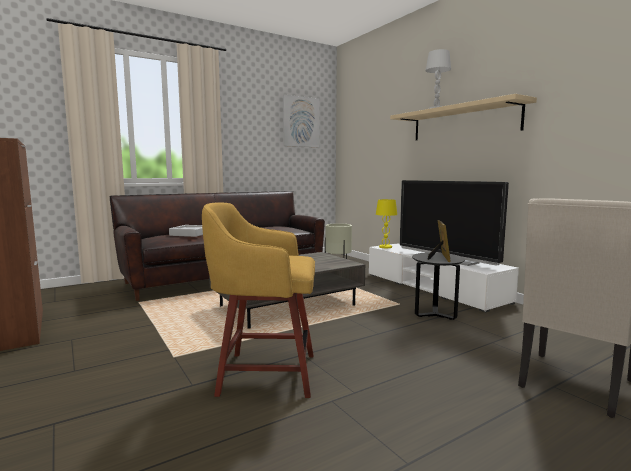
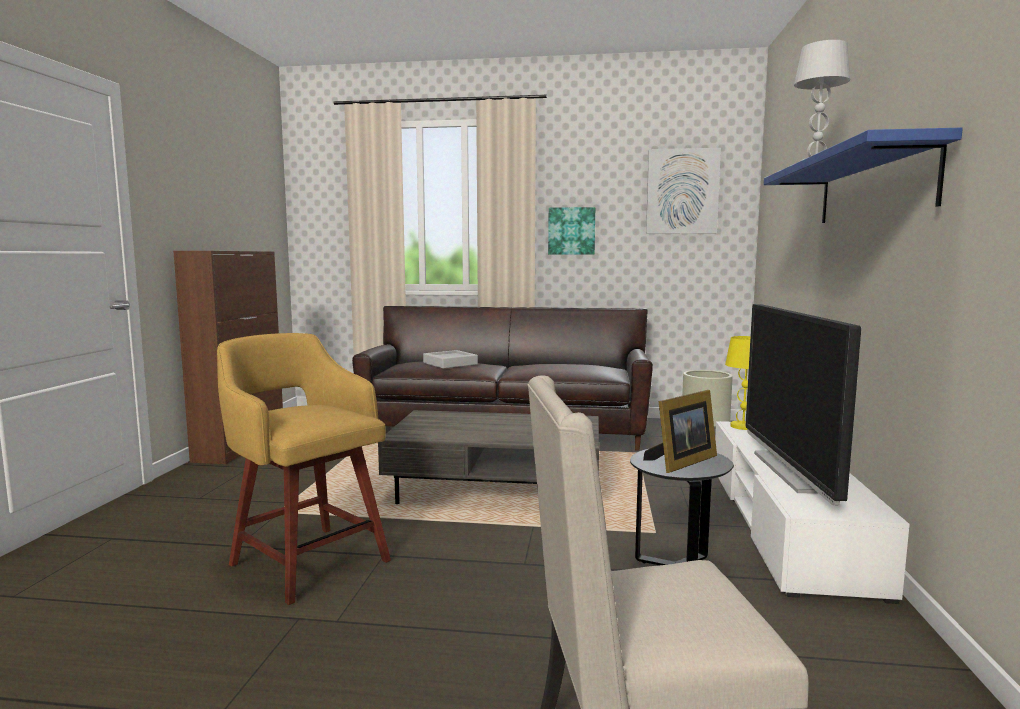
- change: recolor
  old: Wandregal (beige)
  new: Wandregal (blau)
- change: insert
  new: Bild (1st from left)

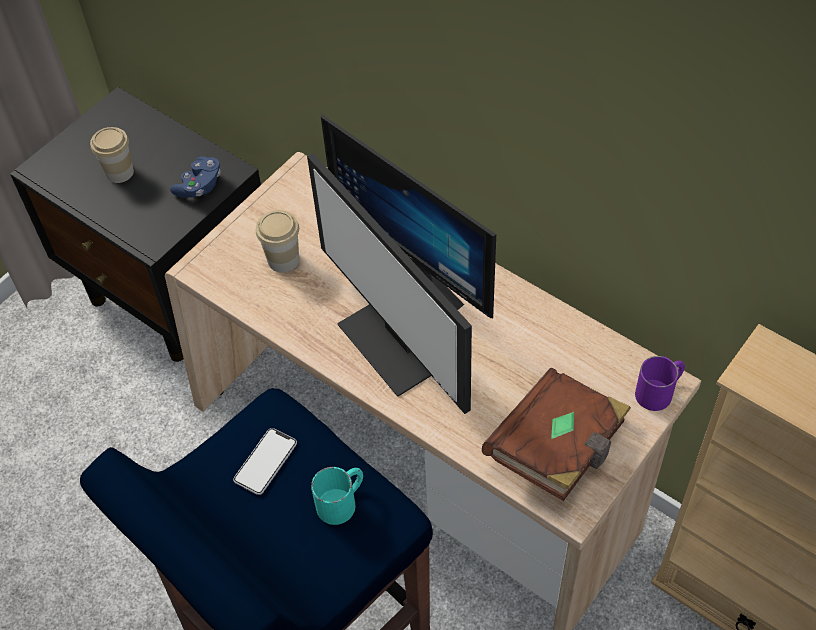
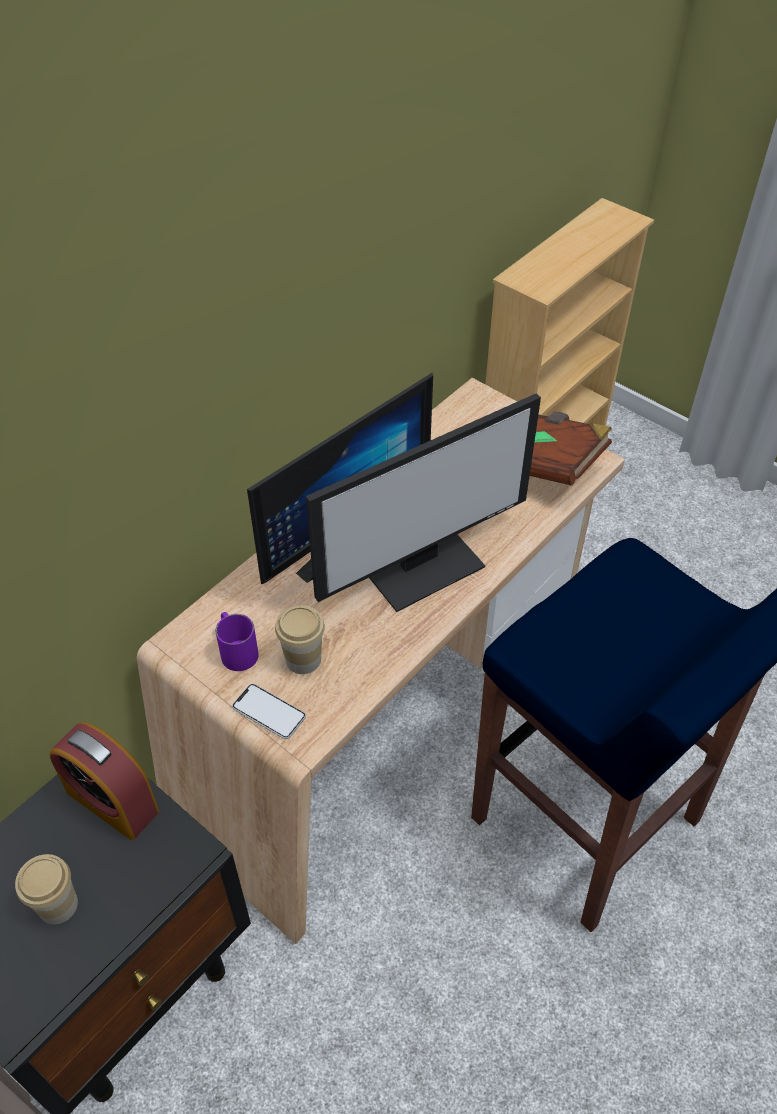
- change: replace
  old: Gamepad (blau)
  new: Wecker
- change: move
  old: Henkelbecher (lila)
- change: move
  old: Handy
- change: delete
  old: Henkelbecher (türkis)

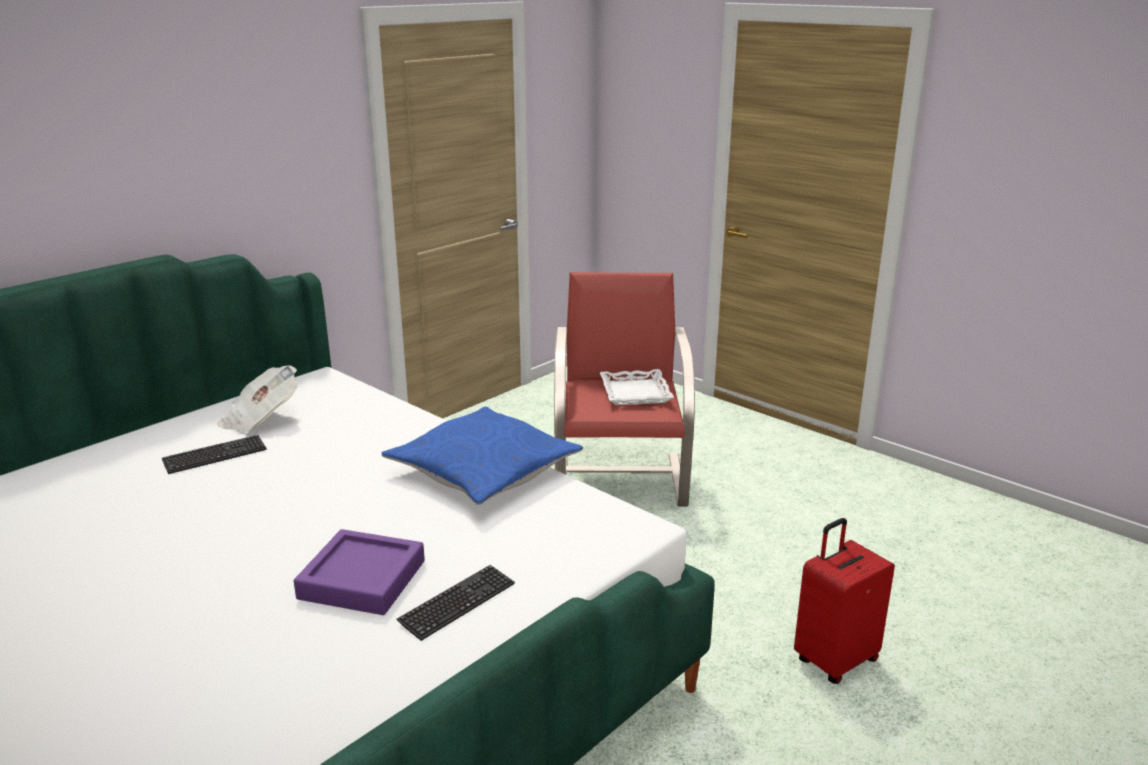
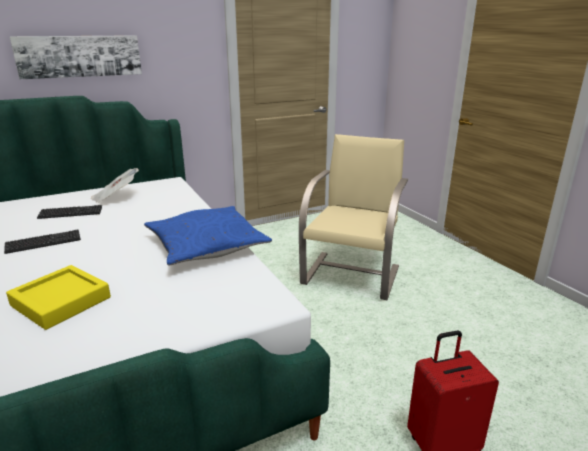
- change: recolor
  old: Sessel (rot)
  new: Sessel (beige)
- change: delete
  old: Tablett (weiß)
- change: recolor
  old: Tablett (lila)
  new: Tablett (gelb)
- change: move
  old: Tastatur (2nd from left in the first image)
  new: Tastatur (1st from left)
- change: insert
  new: Bild

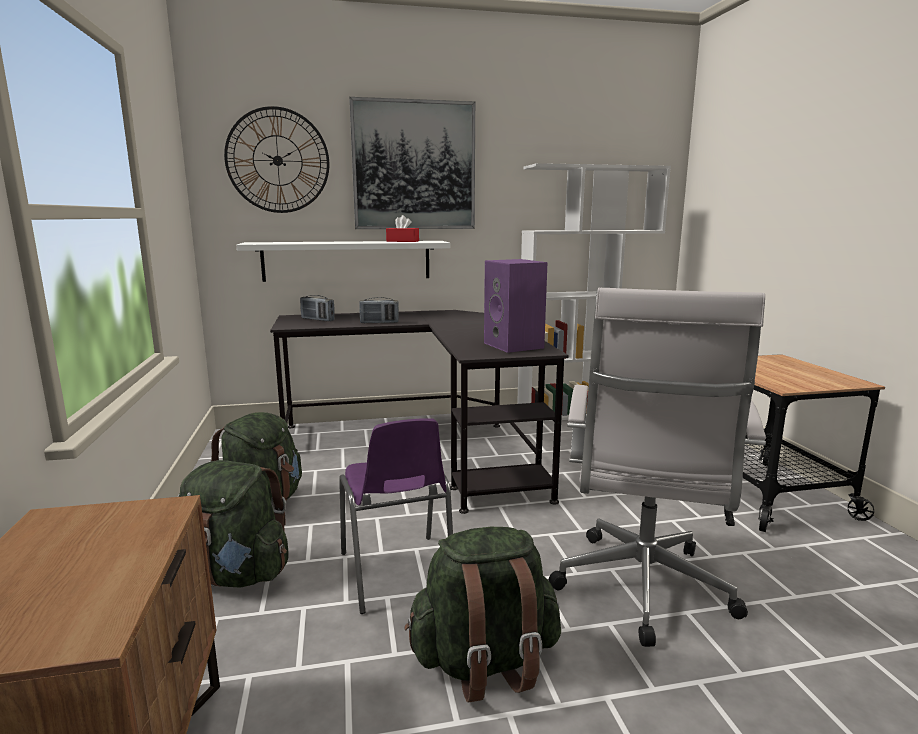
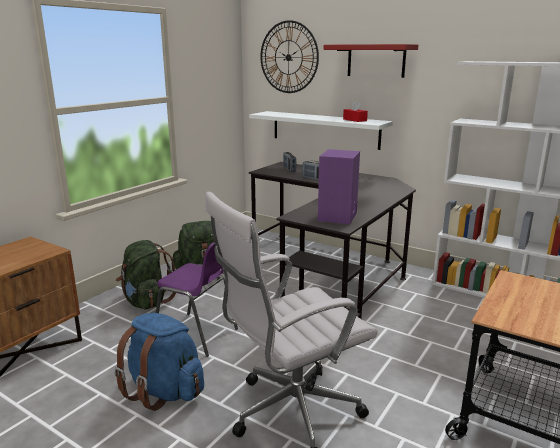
- change: replace
  old: Bild
  new: Wandregal (rot)
- change: rotate
  old: Stuhl (lila)
  degrees: -90
- change: recolor
  old: Rucksack (grün) (3rd from left)
  new: Rucksack (blau)

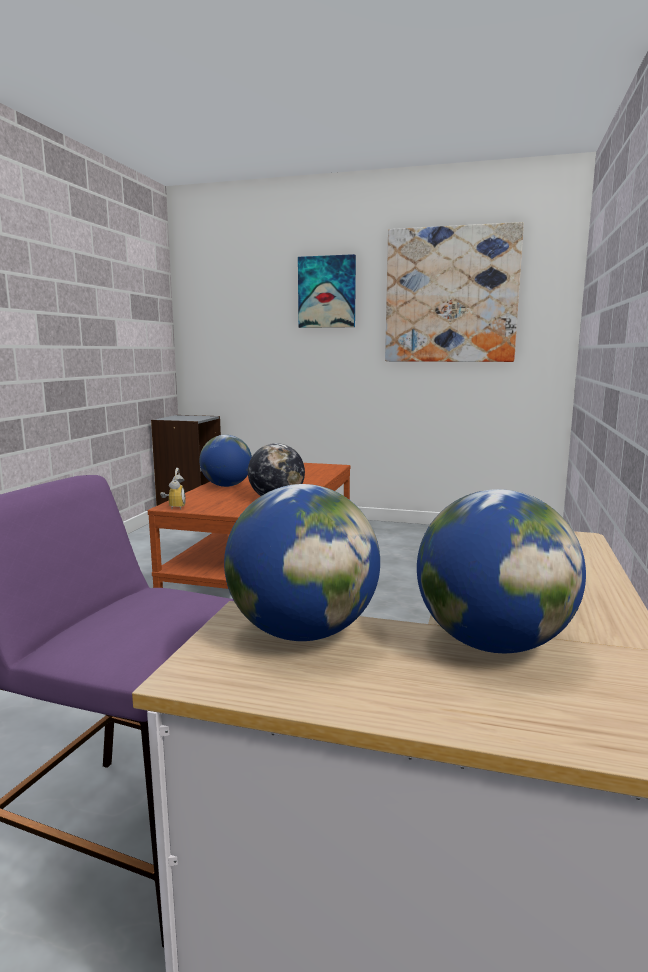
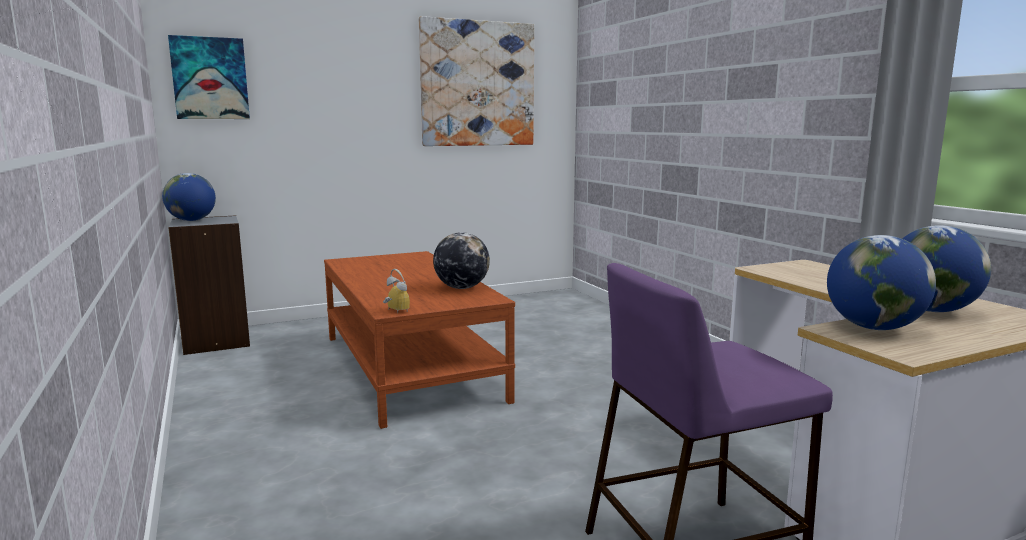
- change: move
  old: Bild (1st from left)
- change: move
  old: Globus (1st from left)

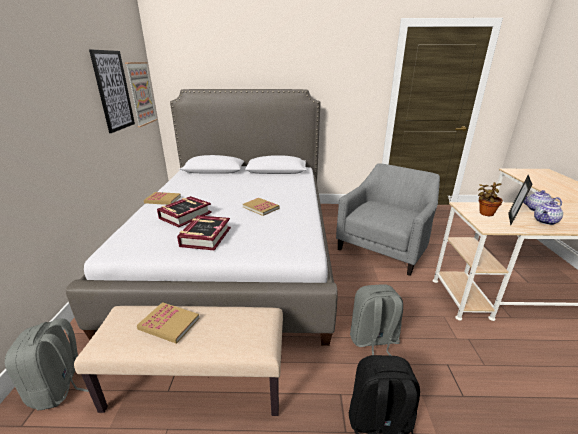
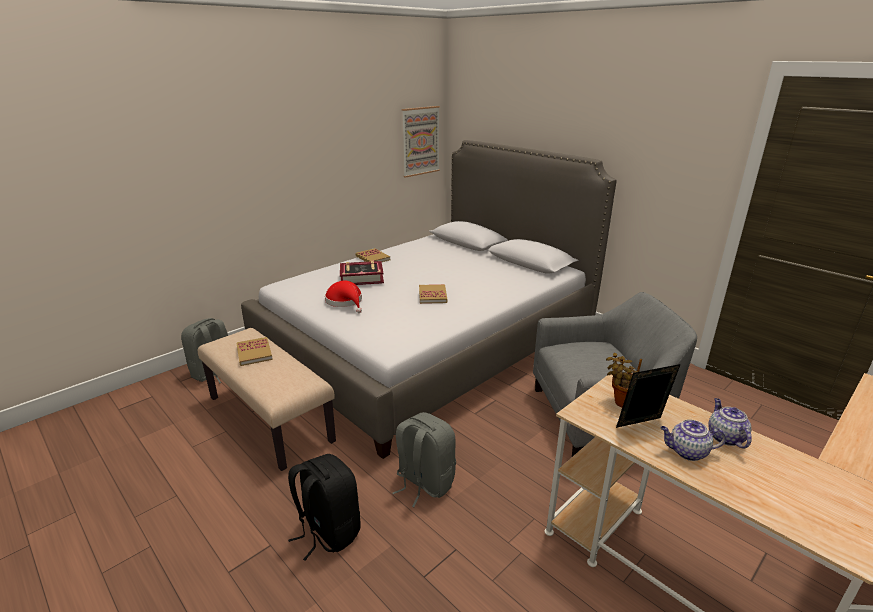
- change: delete
  old: Bild (1st from left)
- change: replace
  old: Buch (4th from left)
  new: Hut (rot)

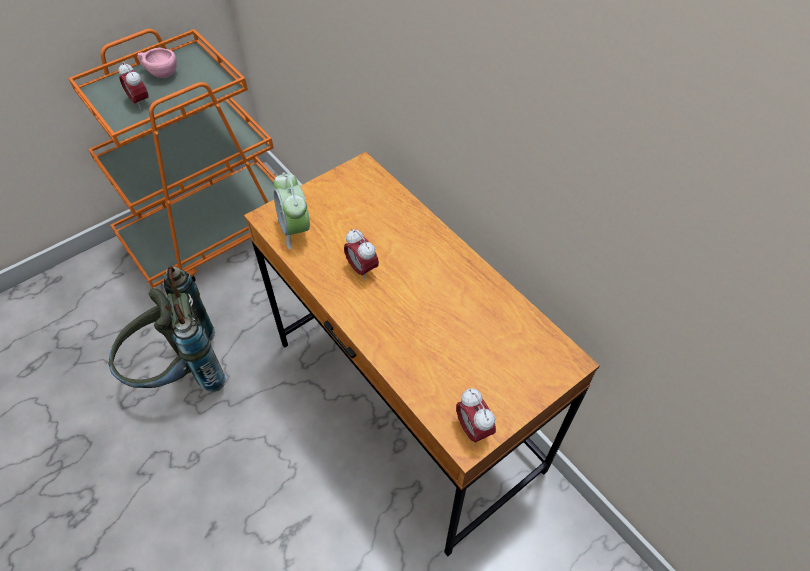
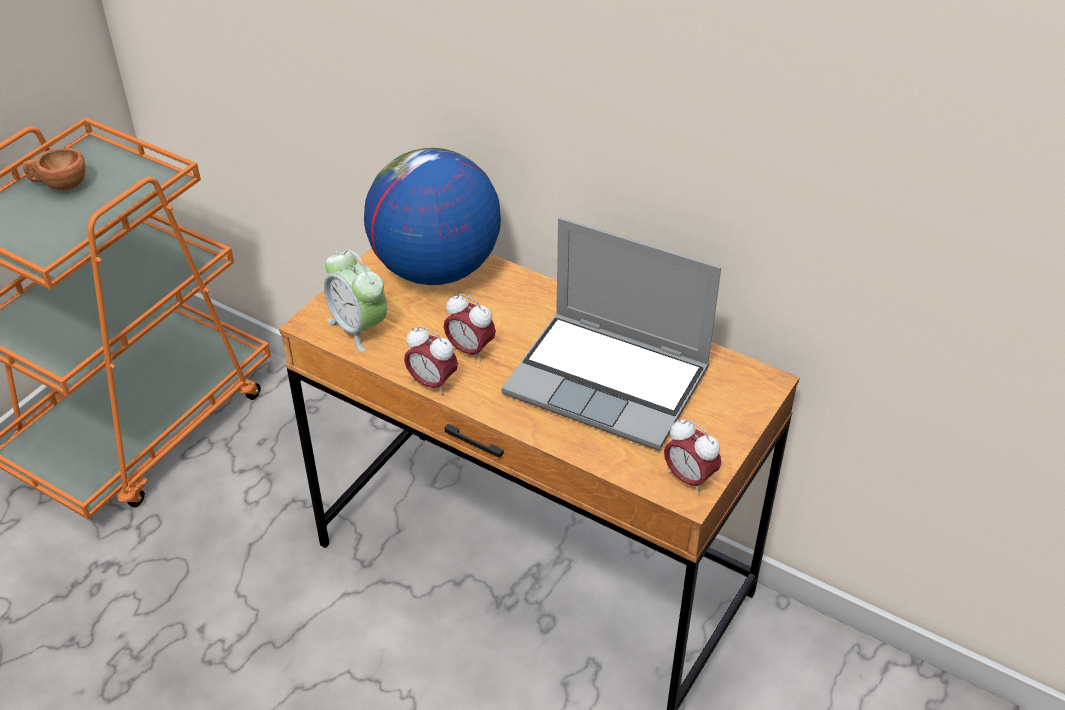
- change: recolor
  old: Tasse (rosa)
  new: Tasse (braun)
- change: move
  old: Wecker (1st from left in the first image)
  new: Wecker (2nd from left)
- change: delete
  old: Rucksack (grau)
- change: insert
  new: Globus
- change: insert
  new: Laptop

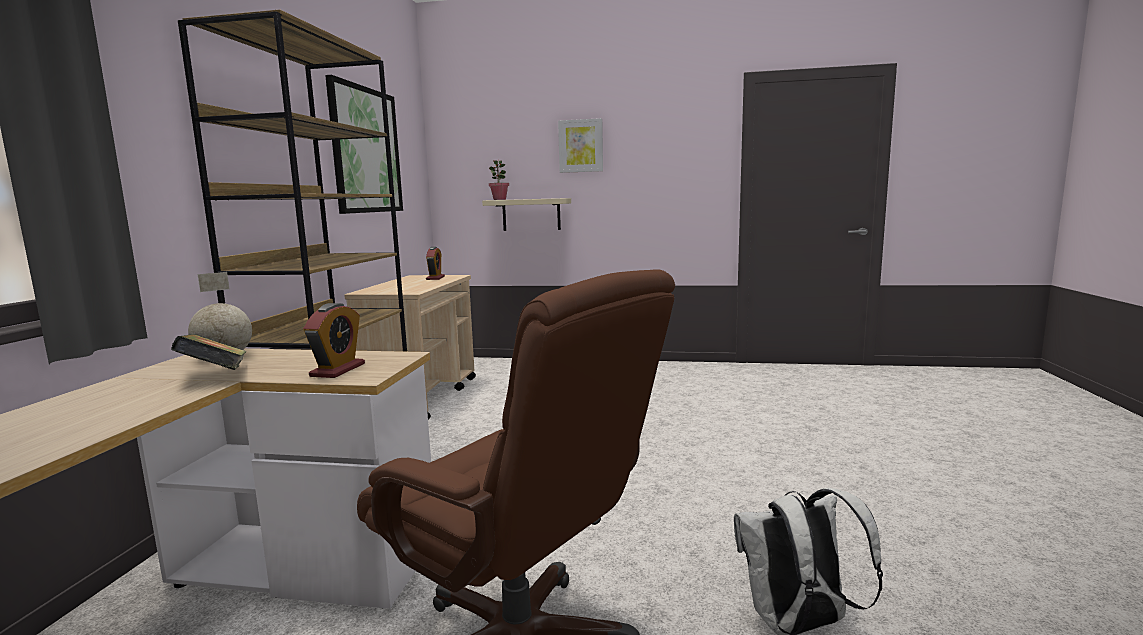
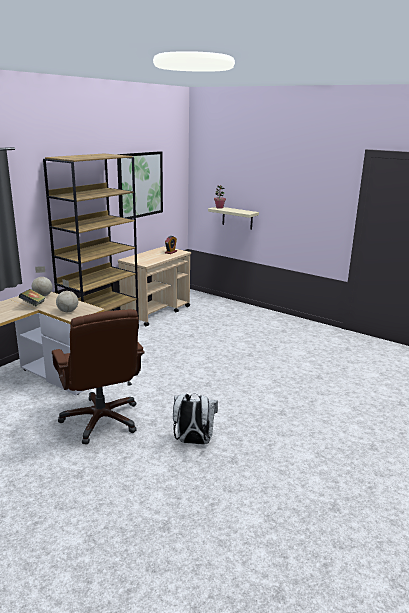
- change: delete
  old: Bild (2nd from left)
- change: replace
  old: Wecker (1st from left)
  new: Globus (2nd from left)

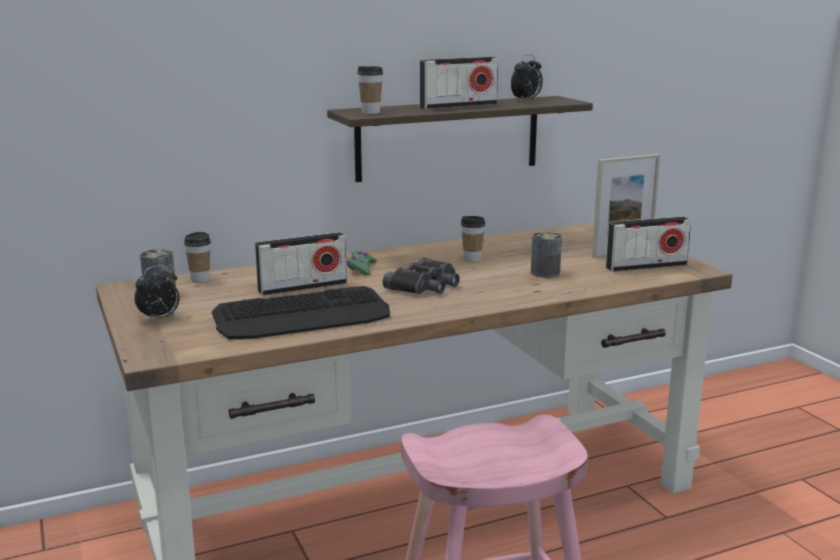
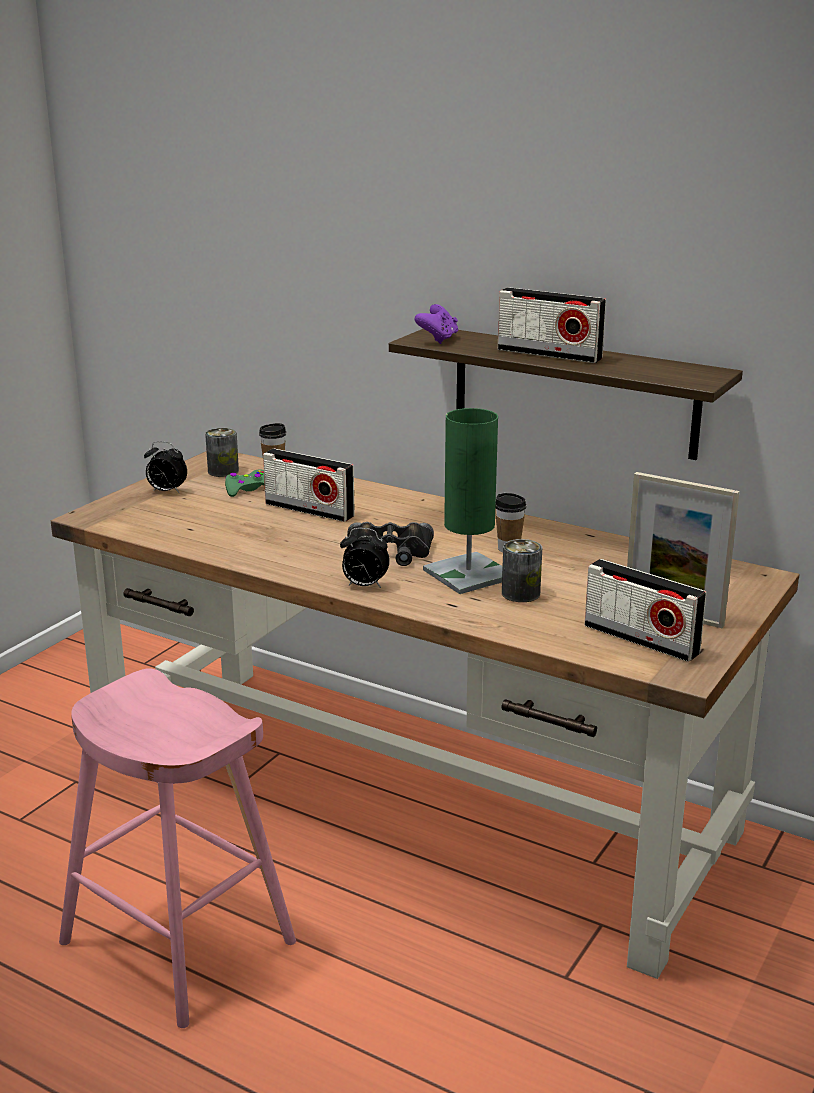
- change: move
  old: Wecker (2nd from left)
- change: replace
  old: Tasse (2nd from left)
  new: Gamepad (lila)
- change: move
  old: Gamepad (grün)
- change: delete
  old: Tastatur
- change: insert
  new: Tischlampe (grün)

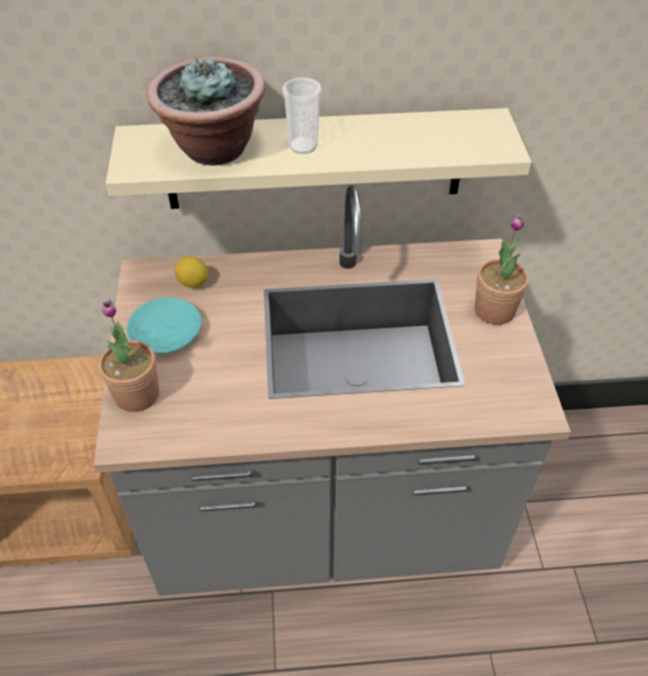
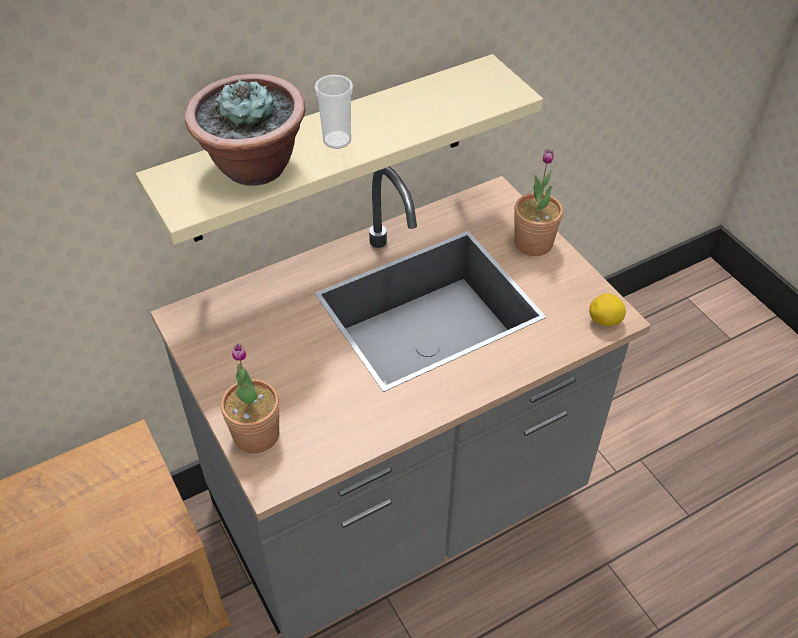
- change: move
  old: Zitrone
- change: delete
  old: Teller (türkis)

